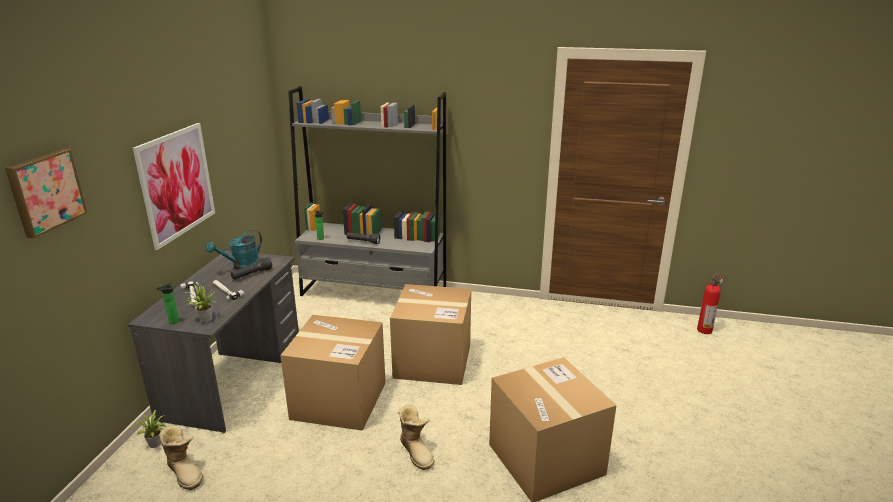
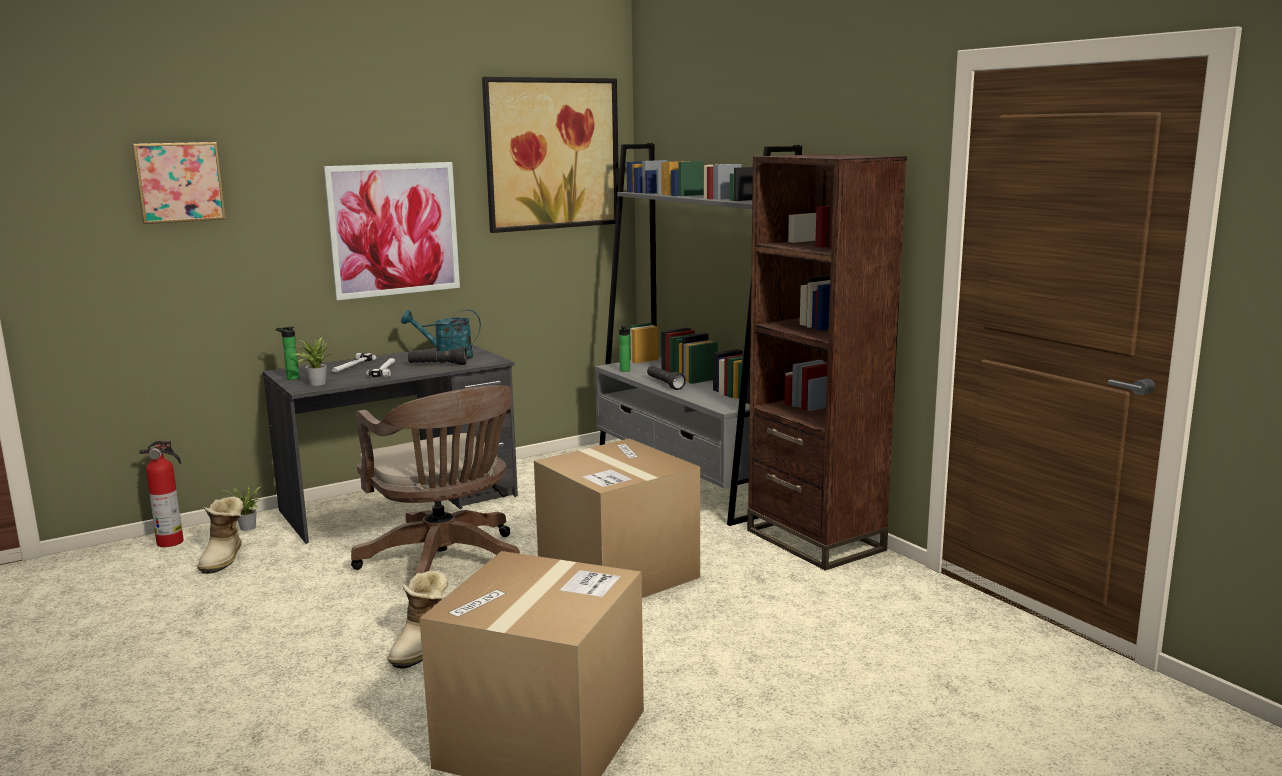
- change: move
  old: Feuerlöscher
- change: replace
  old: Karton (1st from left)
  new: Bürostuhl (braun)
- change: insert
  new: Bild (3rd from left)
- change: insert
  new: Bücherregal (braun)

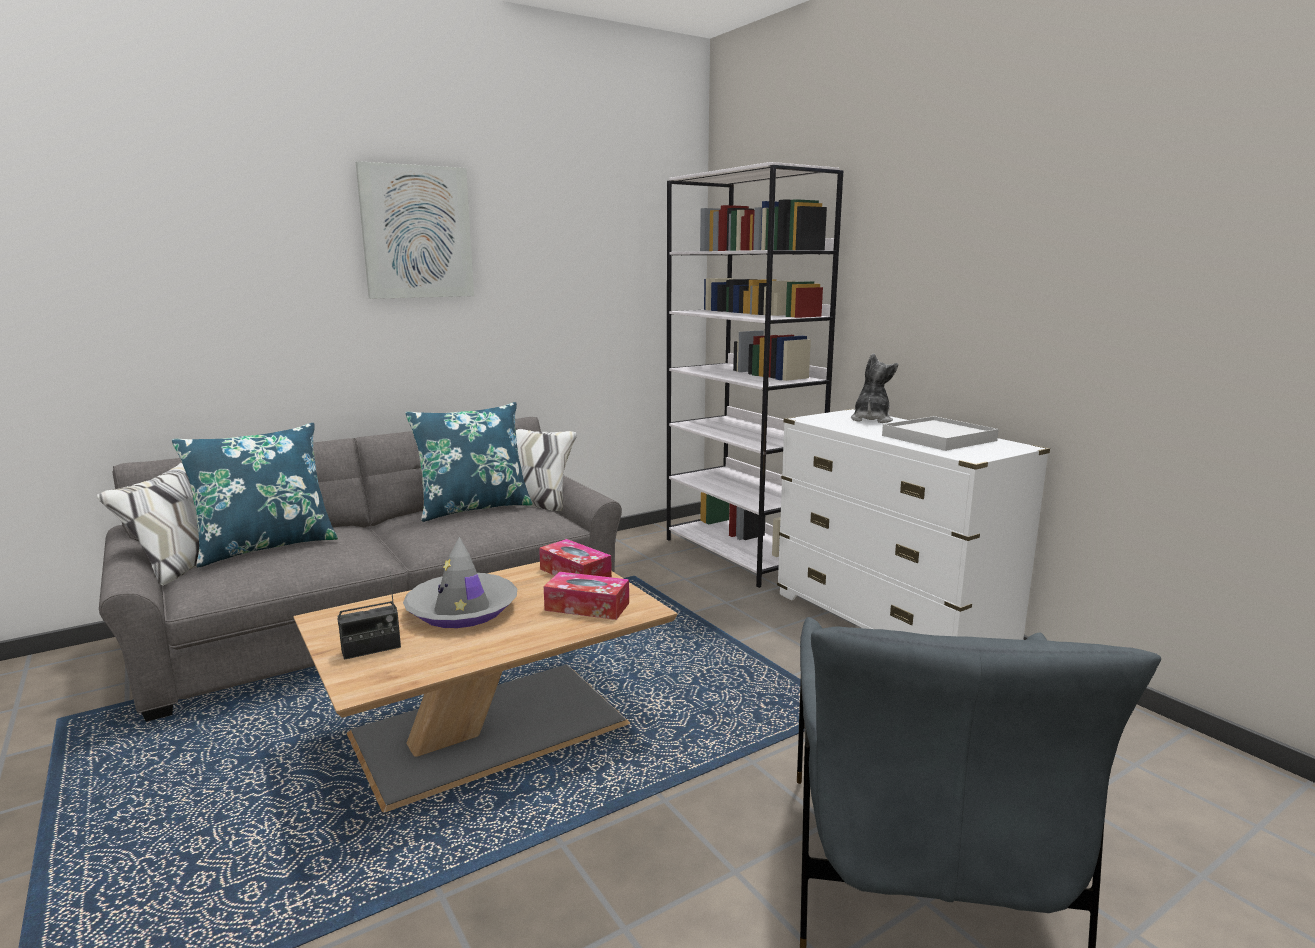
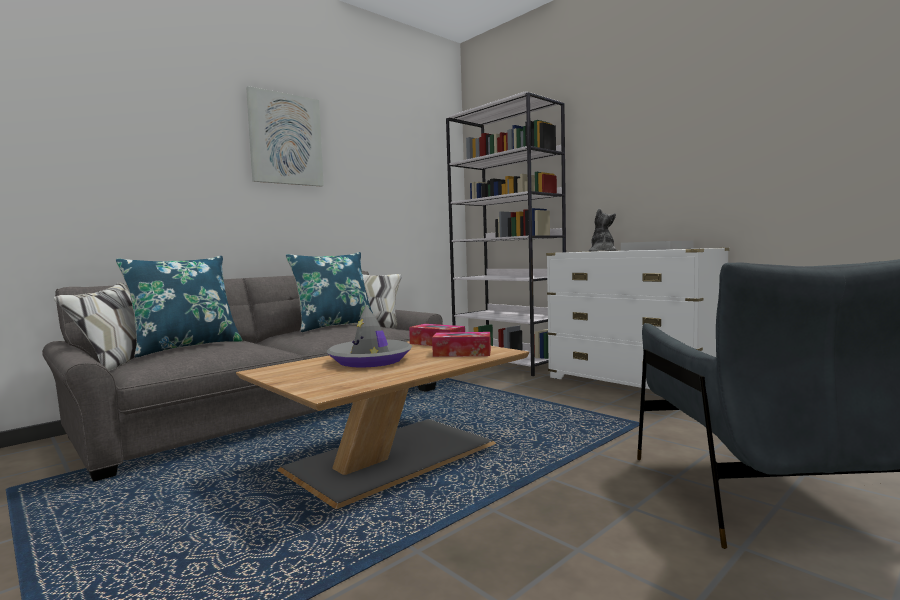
- change: delete
  old: Radio

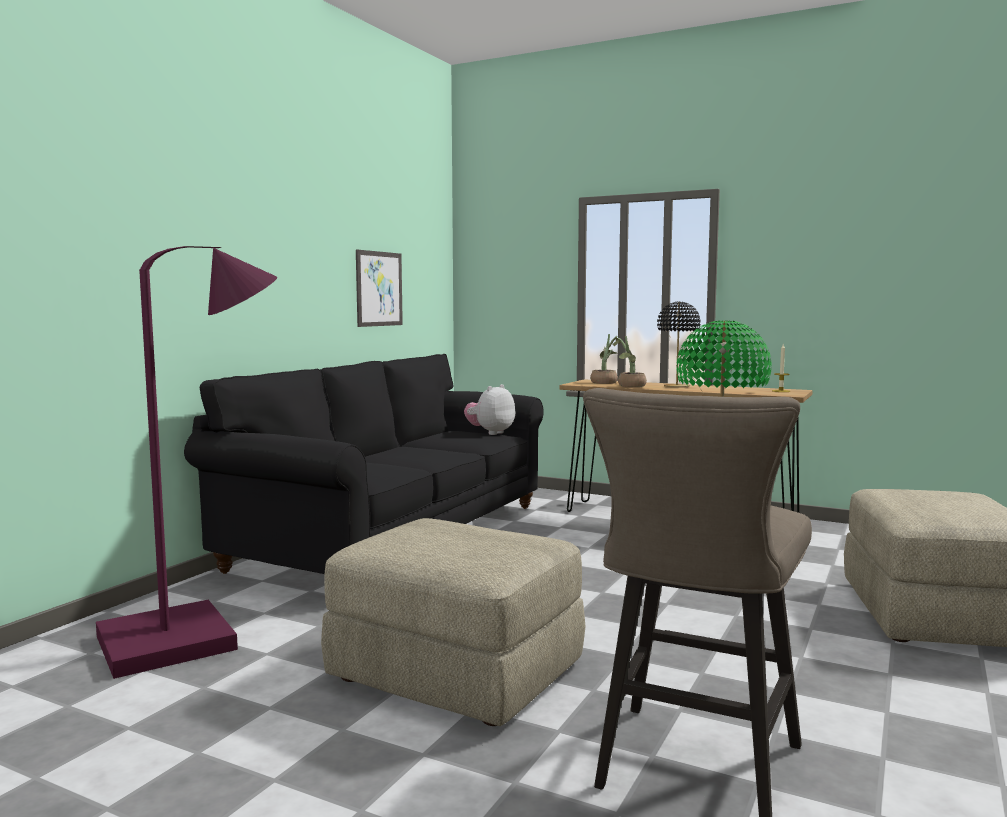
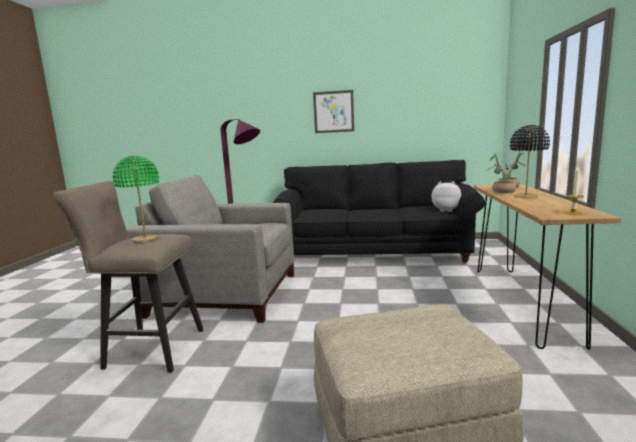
- change: move
  old: Bild
- change: replace
  old: Polsterhocker (beige) (1st from left)
  new: Sessel (grau)

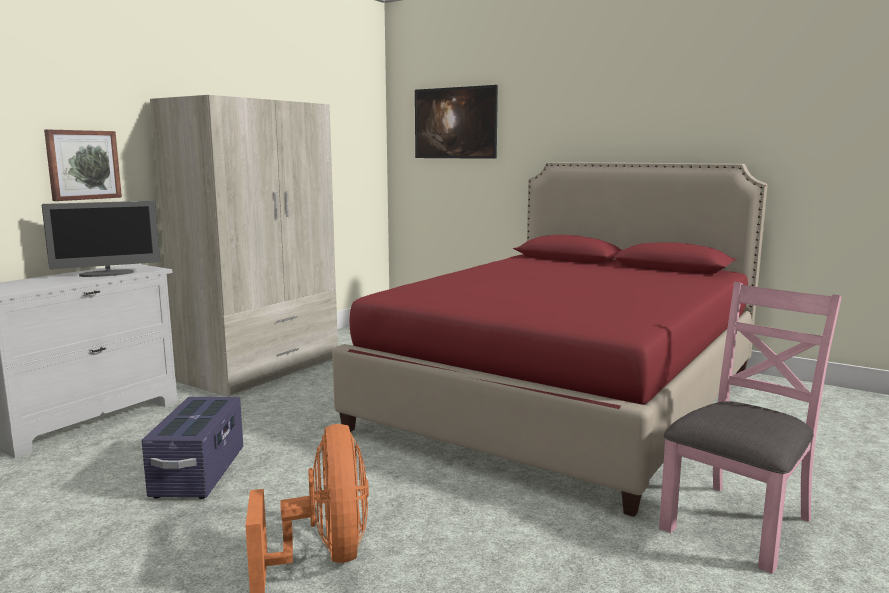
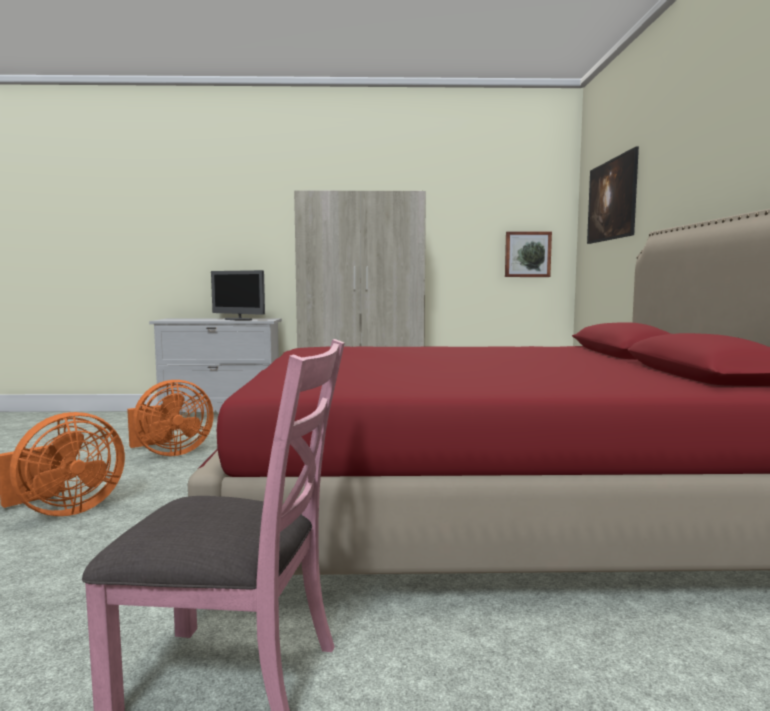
- change: move
  old: Bild (1st from left)
- change: replace
  old: Aufbewahrungsbox (lila)
  new: Ventilator (orange) (2nd from left)

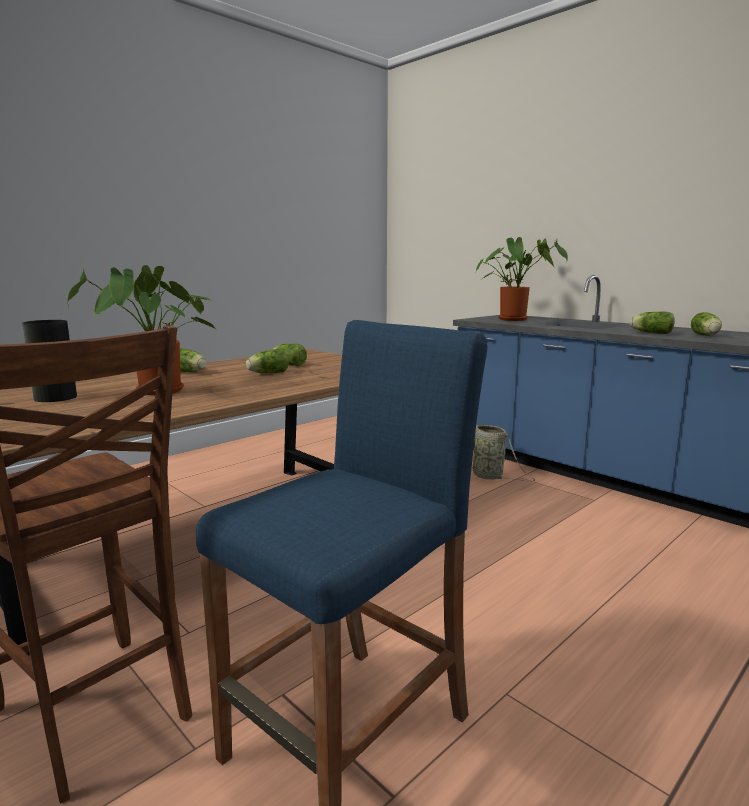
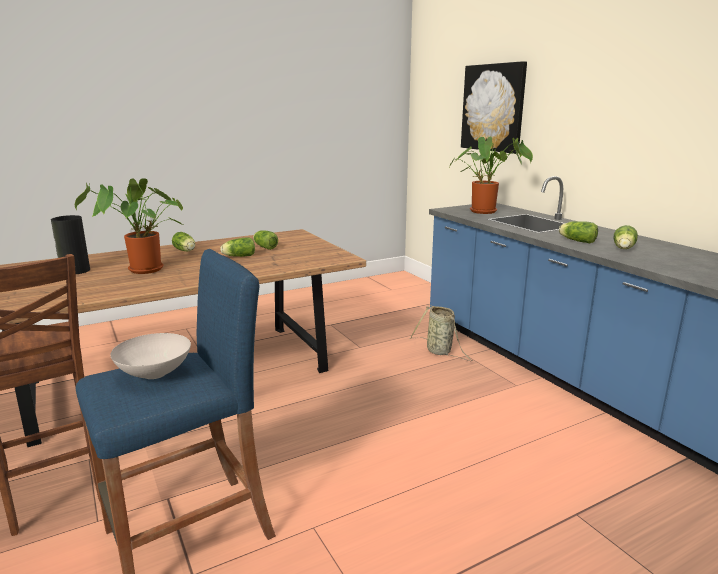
- change: insert
  new: Bild
- change: insert
  new: Schüssel (weiß)

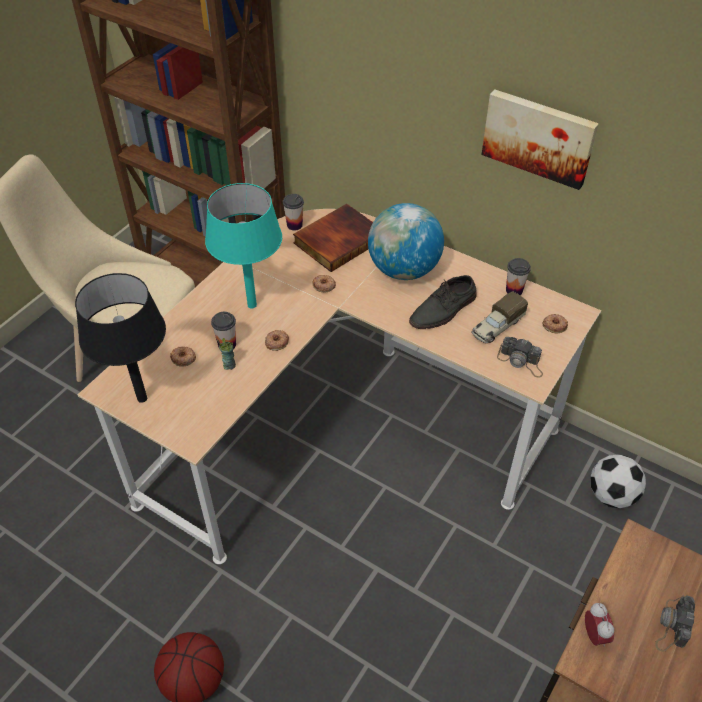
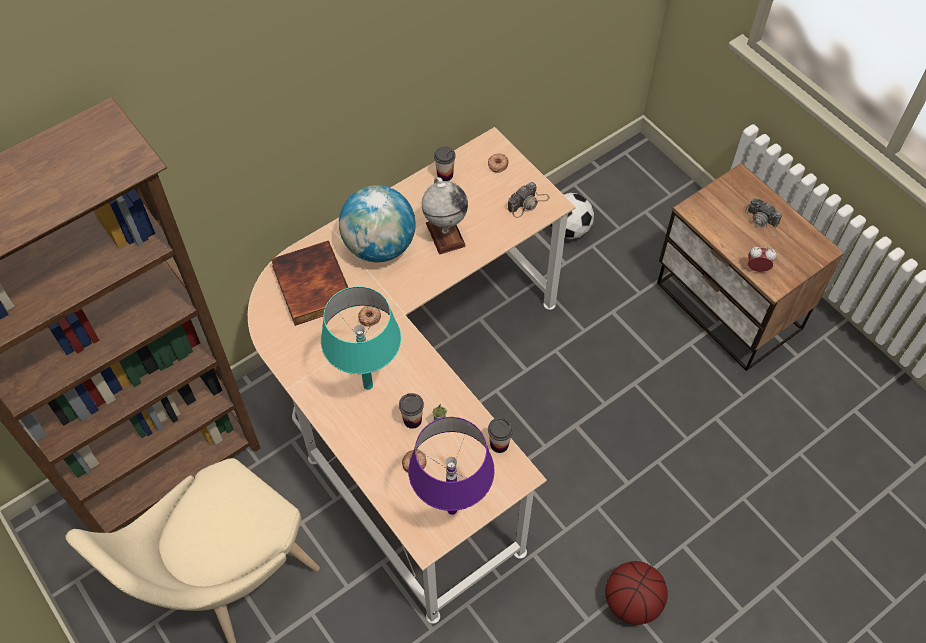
- change: delete
  old: Bild
- change: move
  old: Tasse (3rd from left in the first image)
  new: Tasse (4th from left)
- change: recolor
  old: Tischlampe (schwarz)
  new: Tischlampe (lila)
- change: replace
  old: Schuh (grau)
  new: Globus (2nd from left)
- change: delete
  old: Spielzeuglaster
- change: delete
  old: Donut (2nd from left)

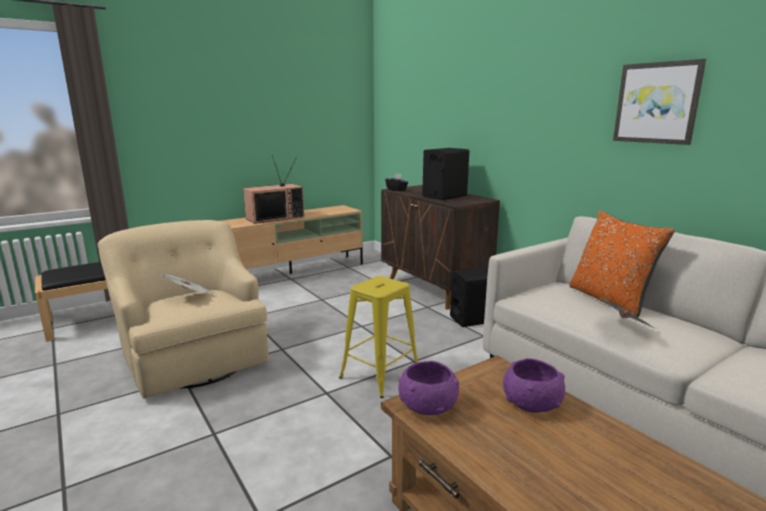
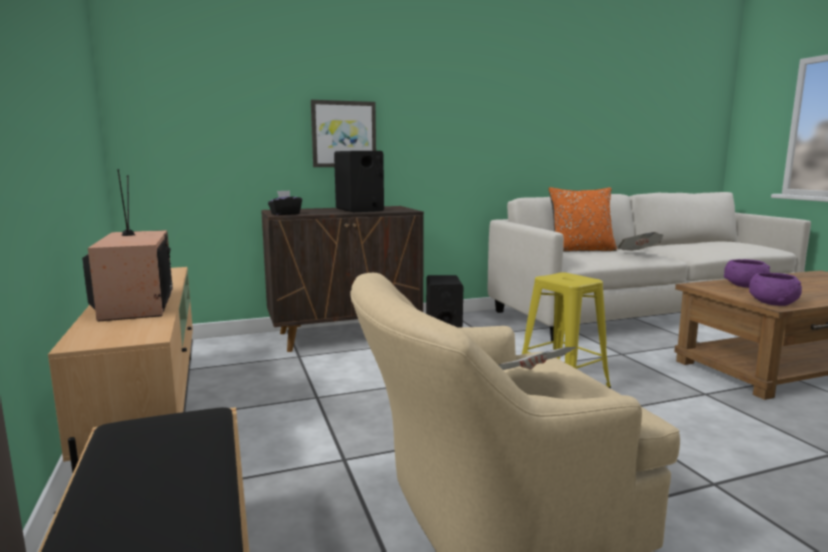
- change: move
  old: Bild

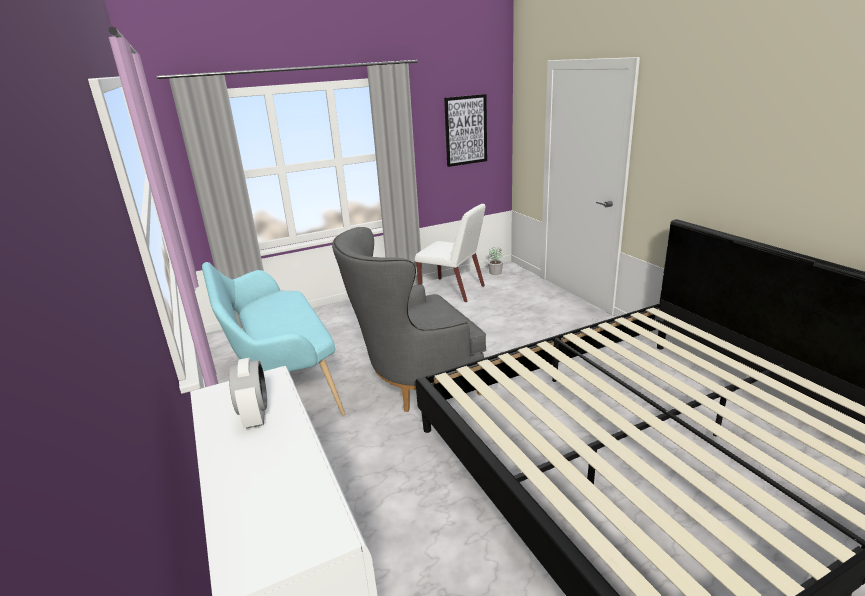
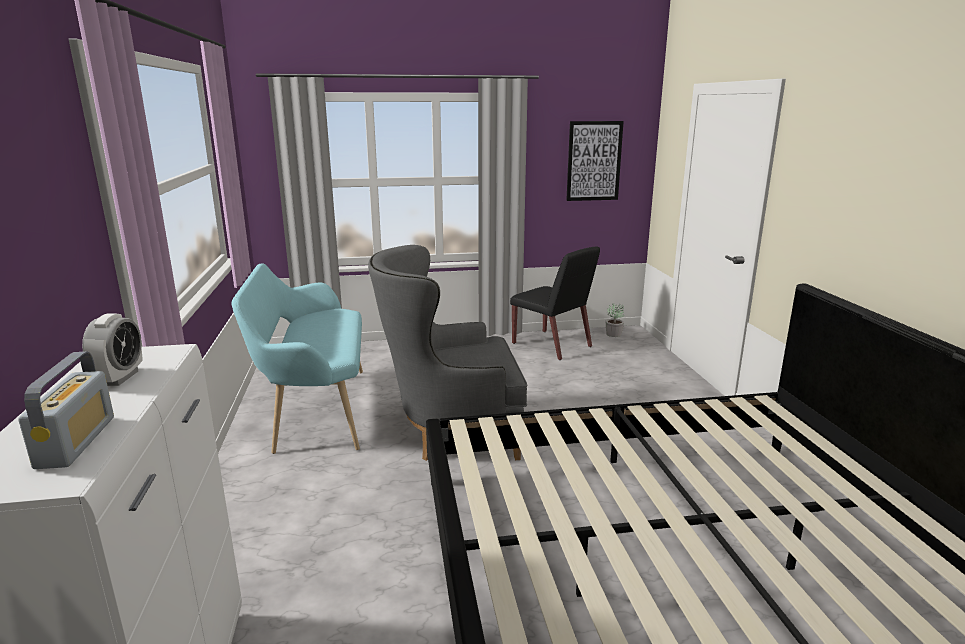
- change: recolor
  old: Stuhl (weiß)
  new: Stuhl (schwarz)
- change: insert
  new: Radio

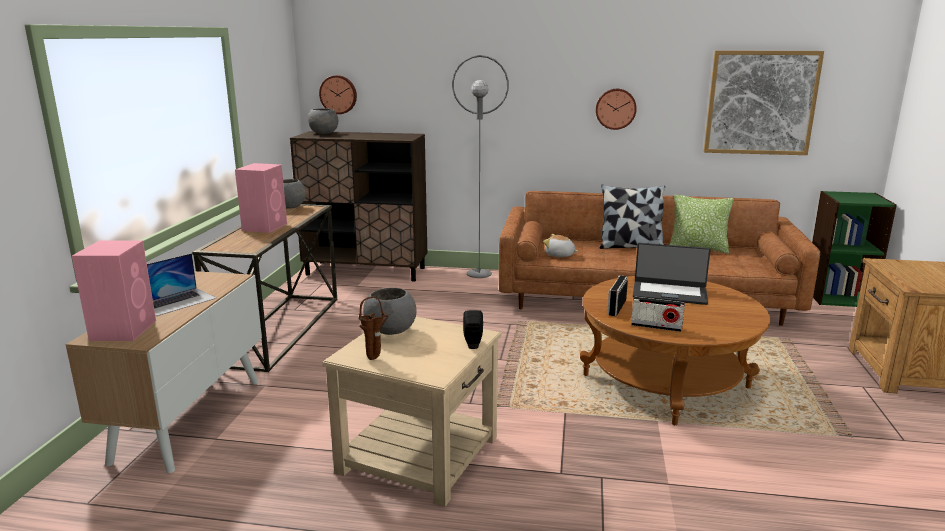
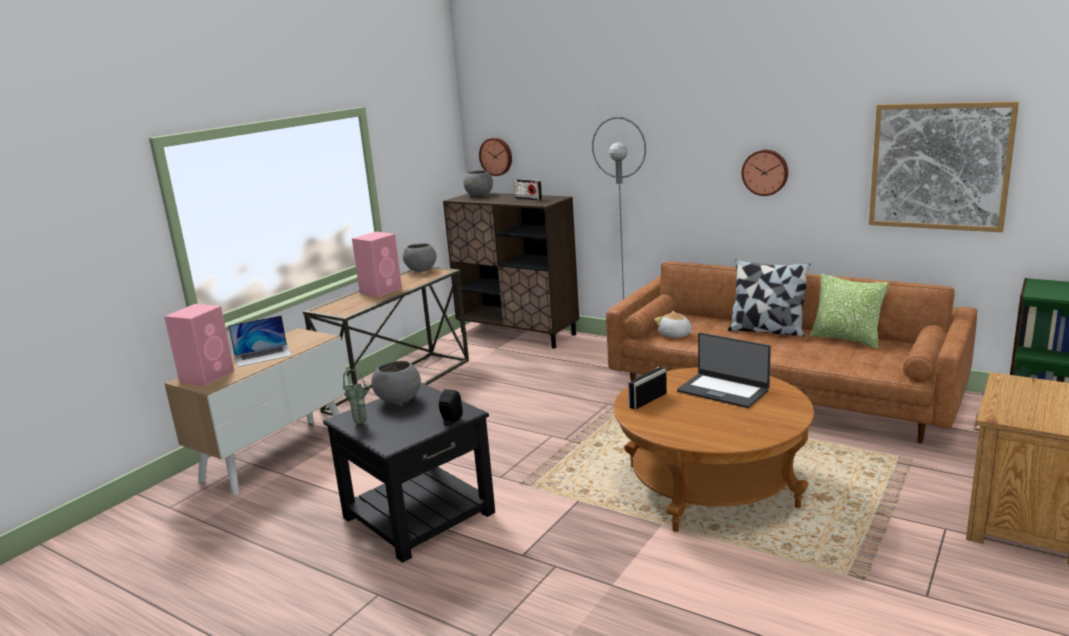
- change: move
  old: Radio (2nd from left in the first image)
  new: Radio (1st from left)
- change: recolor
  old: Vase (braun)
  new: Vase (grün)
- change: recolor
  old: Beistelltisch (beige)
  new: Beistelltisch (schwarz)

